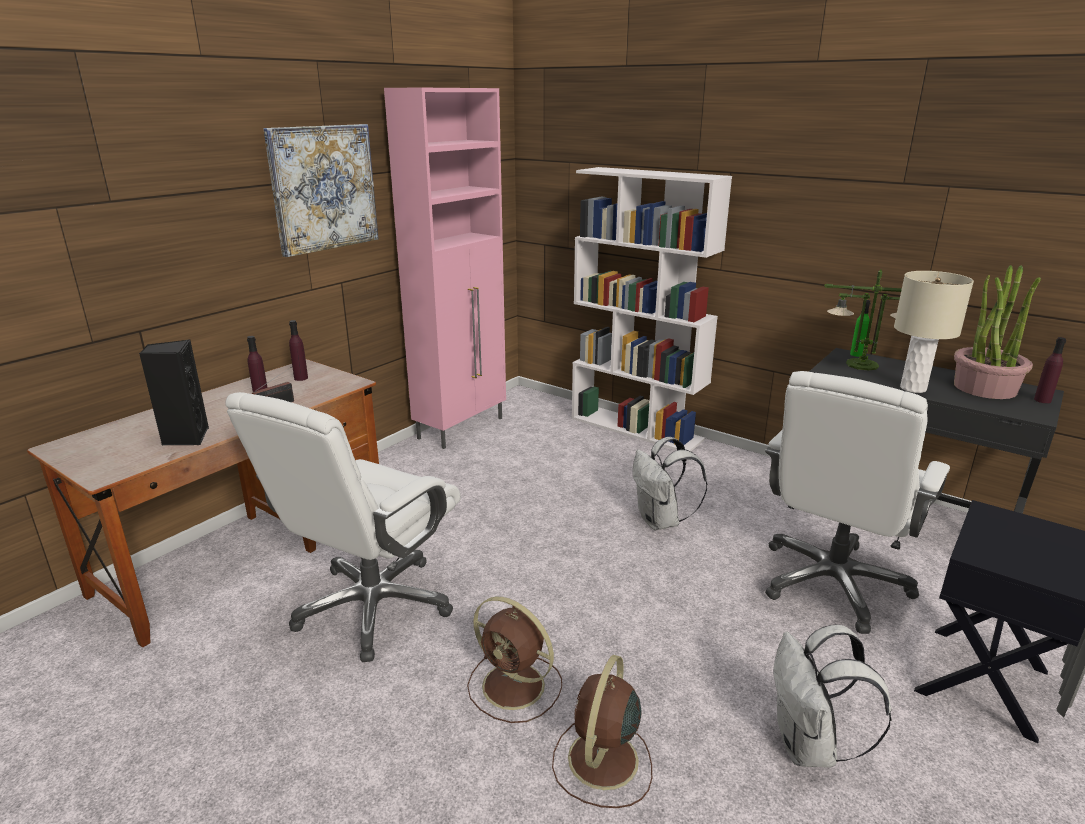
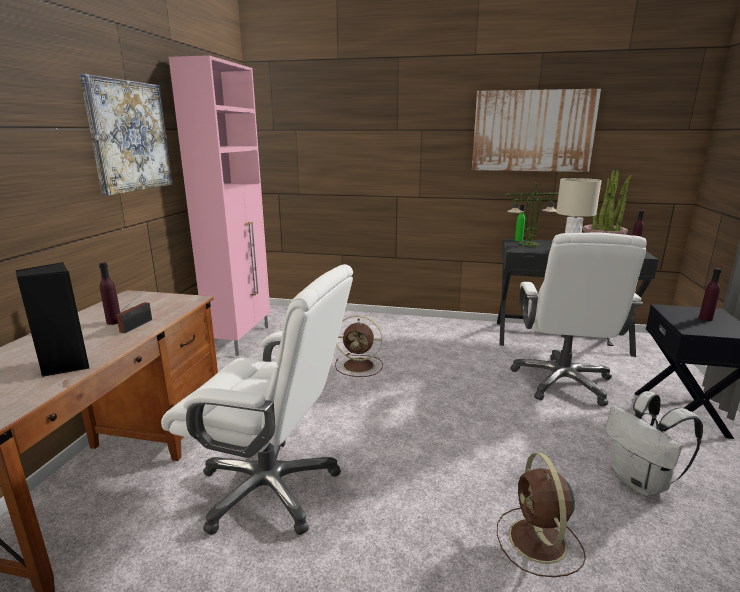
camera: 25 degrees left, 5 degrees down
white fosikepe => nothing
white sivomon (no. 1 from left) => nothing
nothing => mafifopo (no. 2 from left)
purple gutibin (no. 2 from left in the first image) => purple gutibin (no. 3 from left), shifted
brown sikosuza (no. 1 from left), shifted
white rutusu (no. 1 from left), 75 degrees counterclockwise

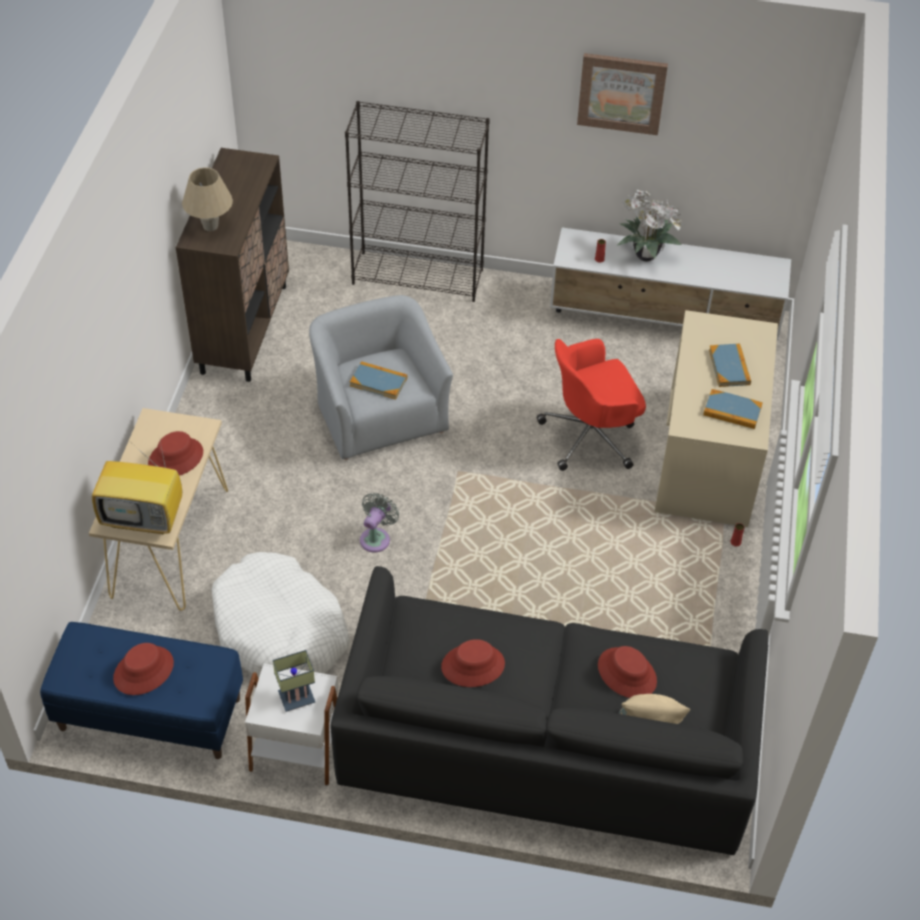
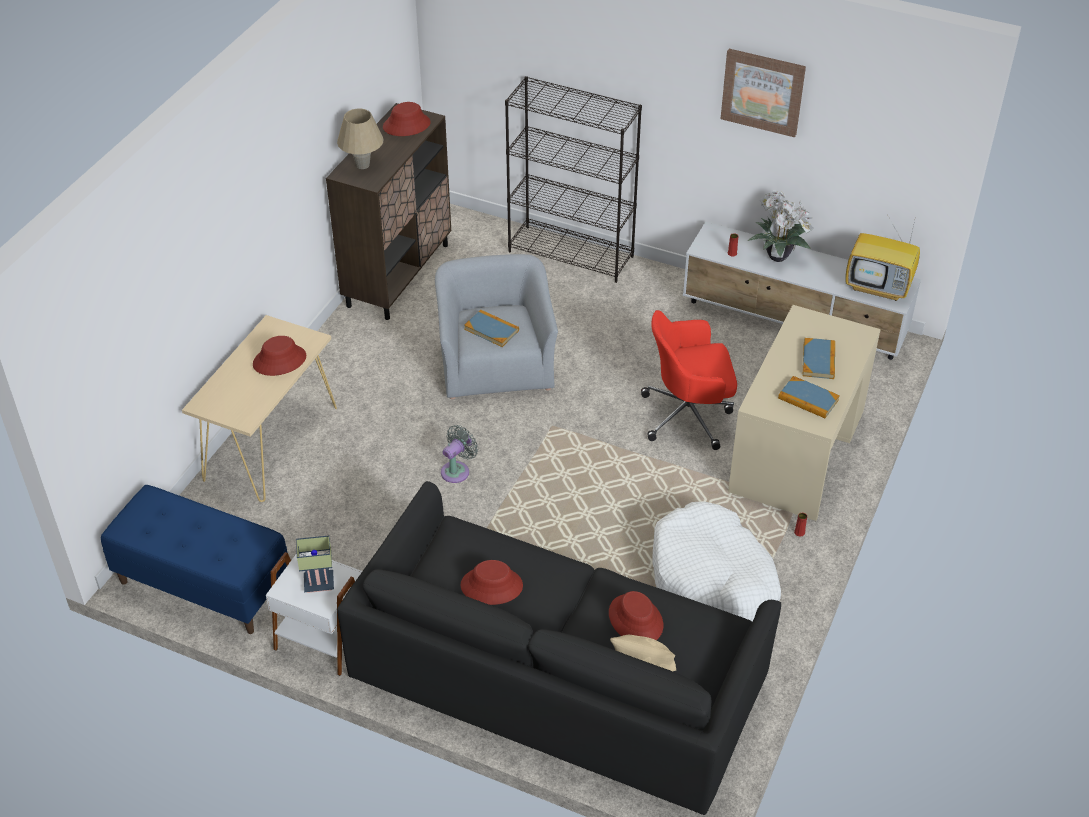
camera: 15 degrees right, 5 degrees down
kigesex, shifted
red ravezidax (no. 1 from left in the first image) => red ravezidax (no. 2 from left), shifted
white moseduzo, shifted

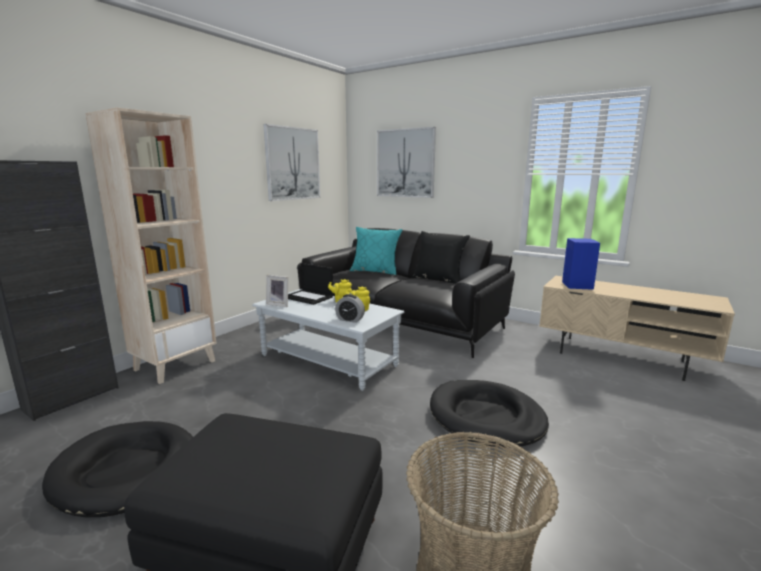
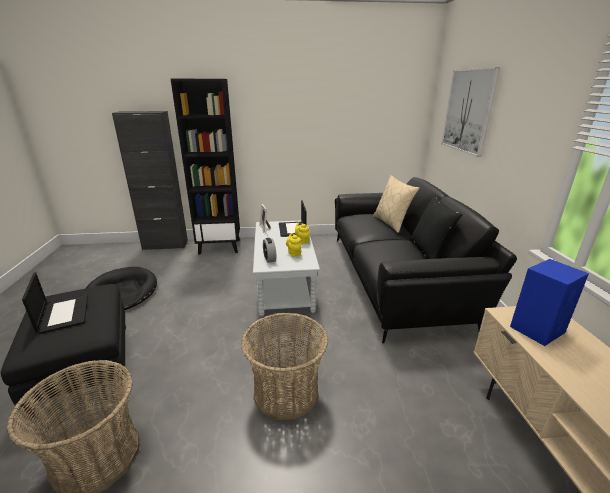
camera: 50 degrees right, 10 degrees up
mafifopo (no. 1 from left) => nothing
nothing => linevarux (no. 1 from left)
black moseduzo (no. 2 from left) => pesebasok (no. 2 from left)
beige fosikepe => black fosikepe
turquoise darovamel => beige darovamel

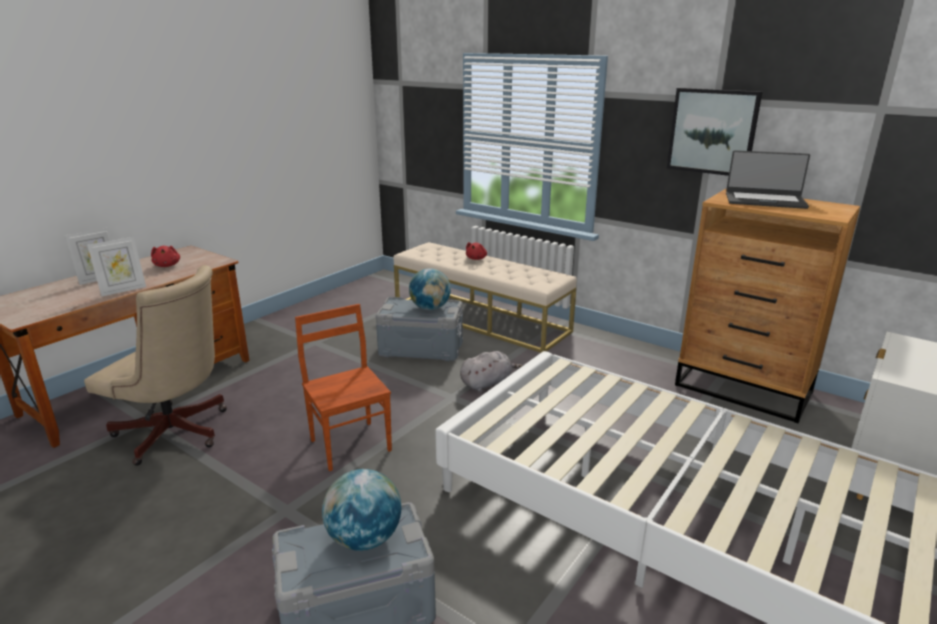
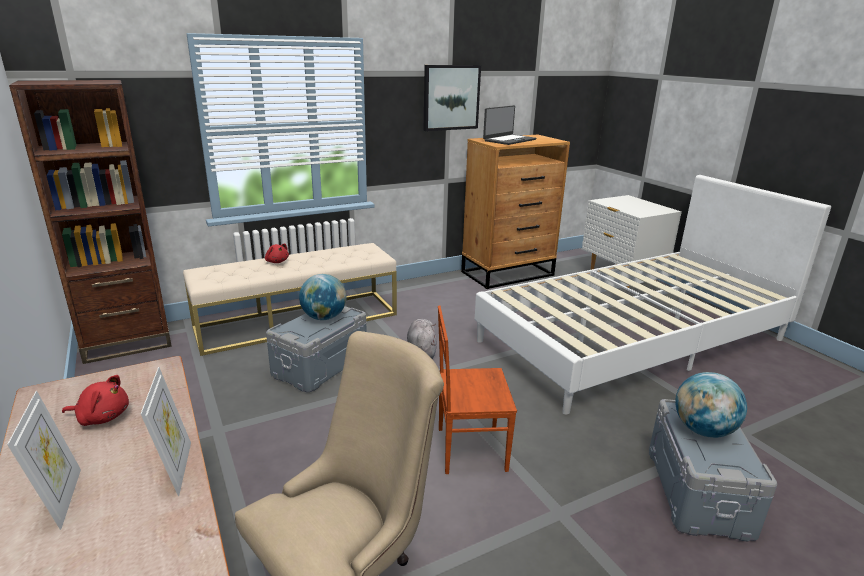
camera: 65 degrees left, 0 degrees up
nothing => brown fosikepe

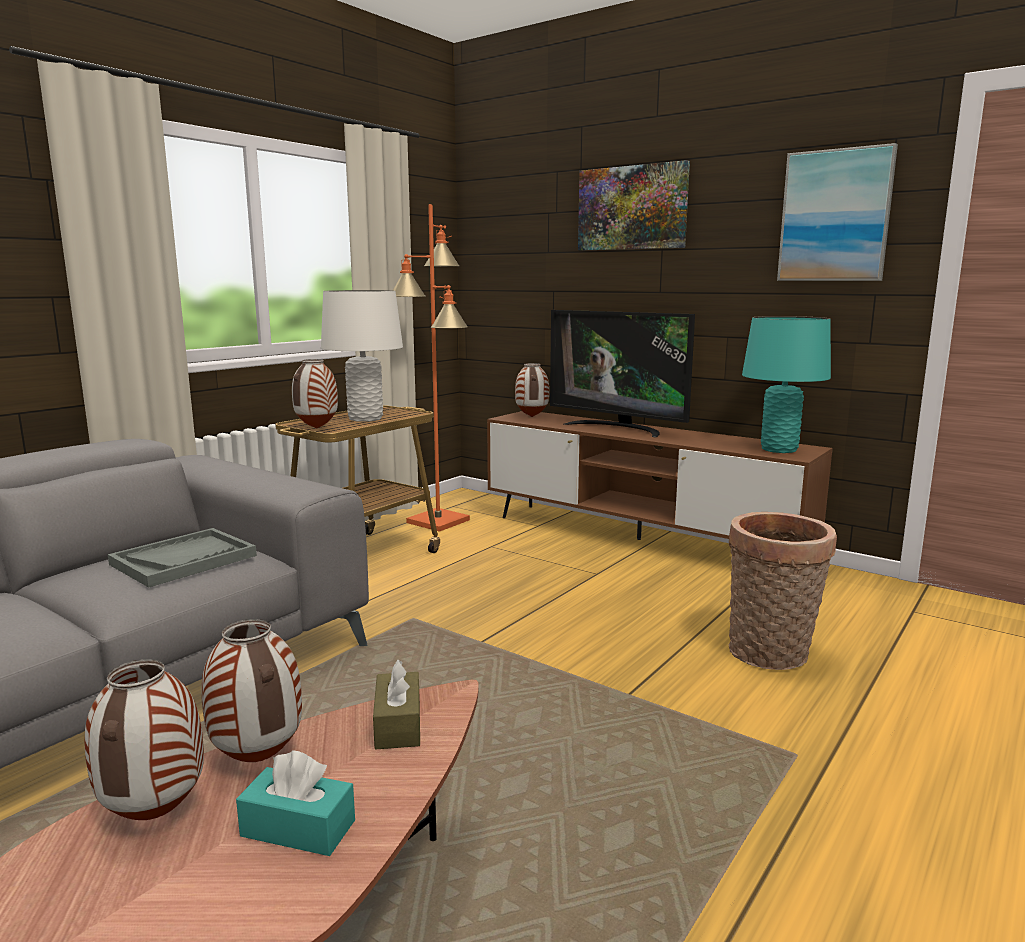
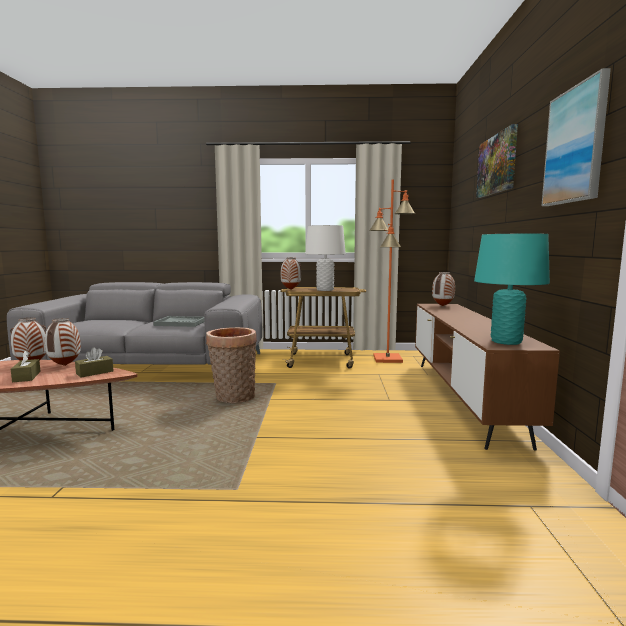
camera: 55 degrees right, 5 degrees down
kigesex => nothing
pesebasok, shifted
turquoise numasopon => brown numasopon (no. 1 from left)

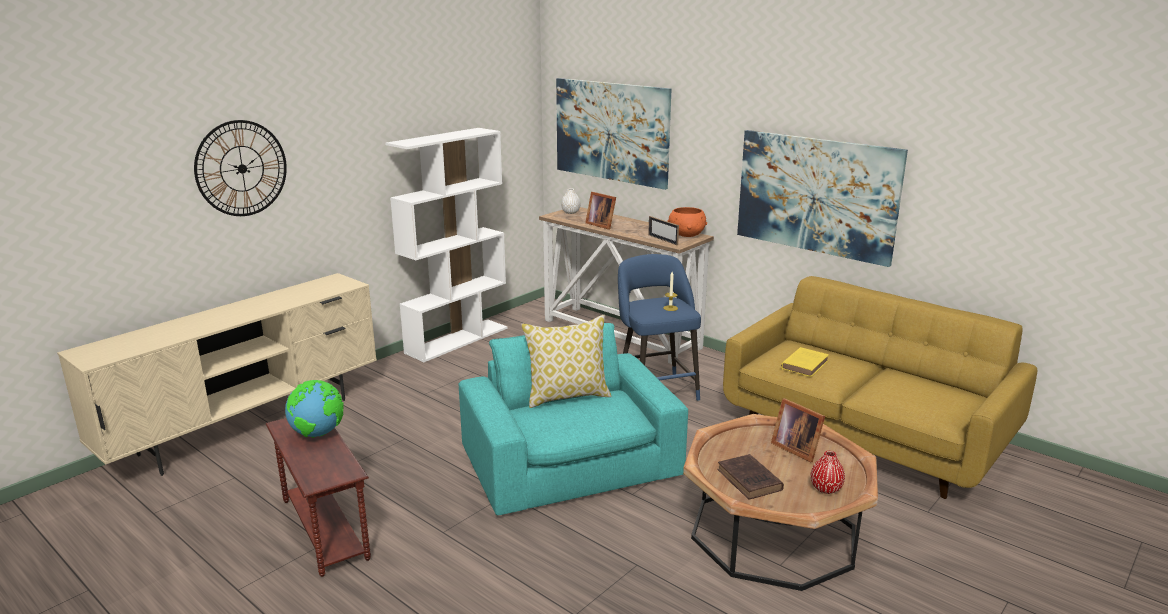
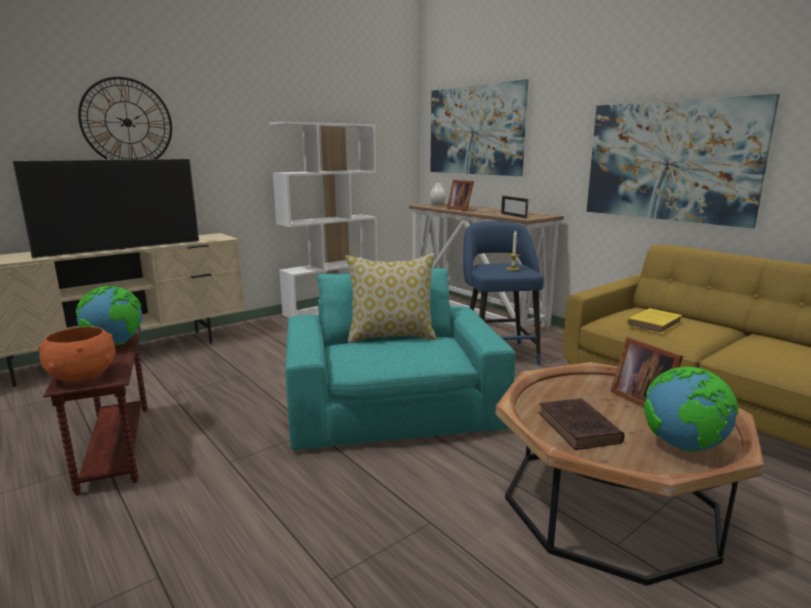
camera: 10 degrees right, 5 degrees down
nothing => kigesex
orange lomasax, shifted
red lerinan => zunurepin (no. 2 from left)

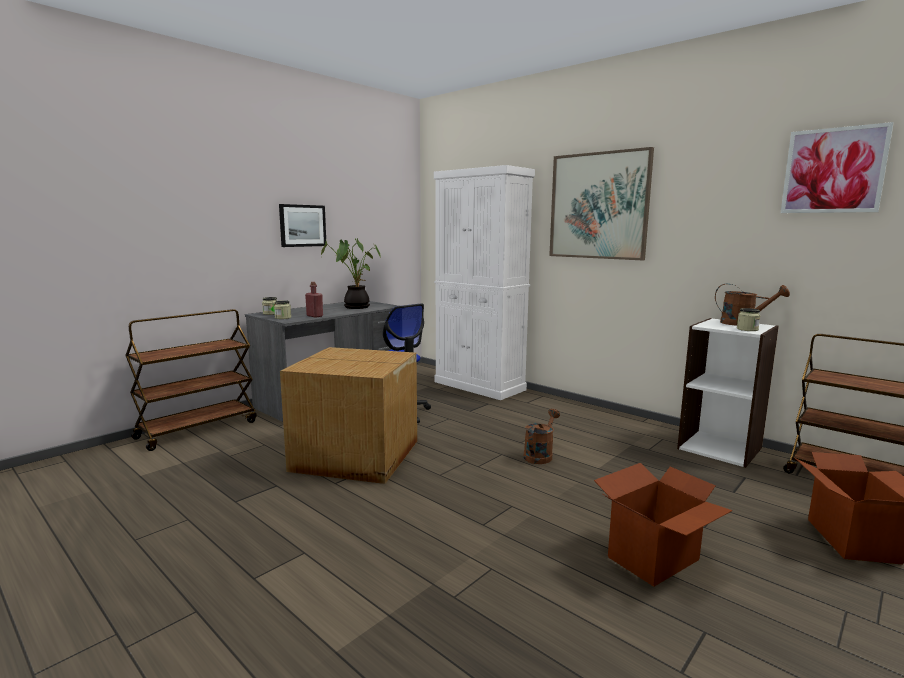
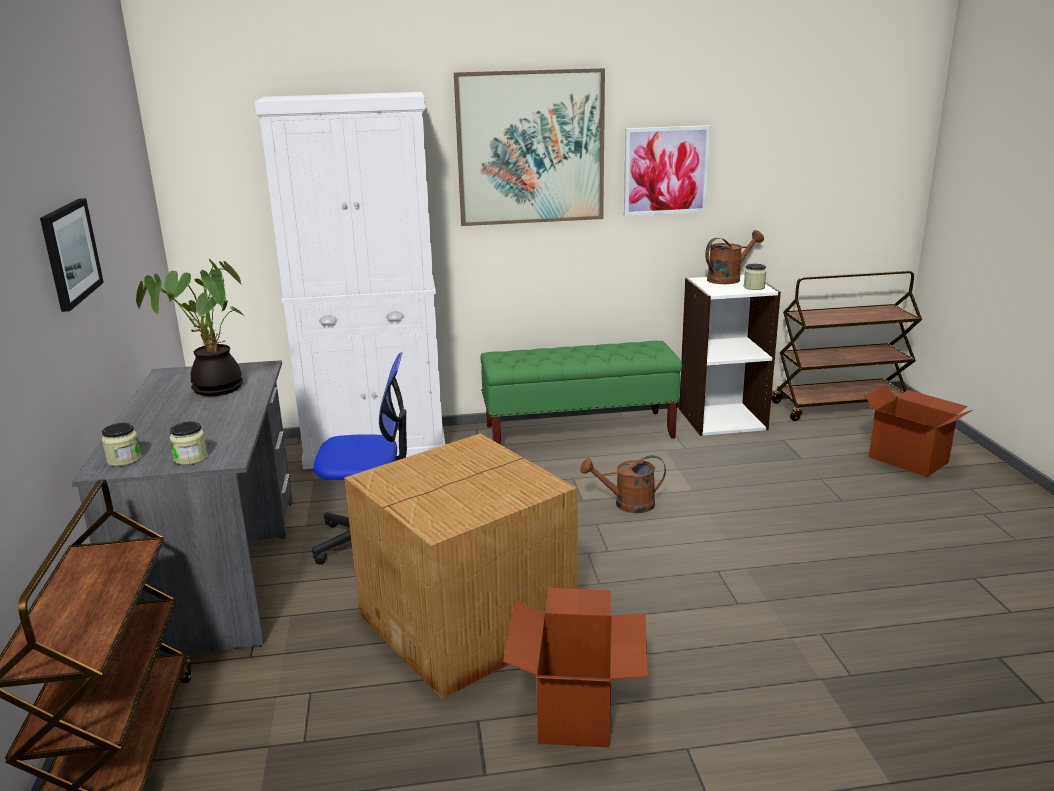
camera: 50 degrees left, 10 degrees up
red gutibin => nothing
nothing => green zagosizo
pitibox (no. 2 from left), shifted
mafifopo (no. 3 from left), shifted
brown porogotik (no. 1 from left), 75 degrees counterclockwise

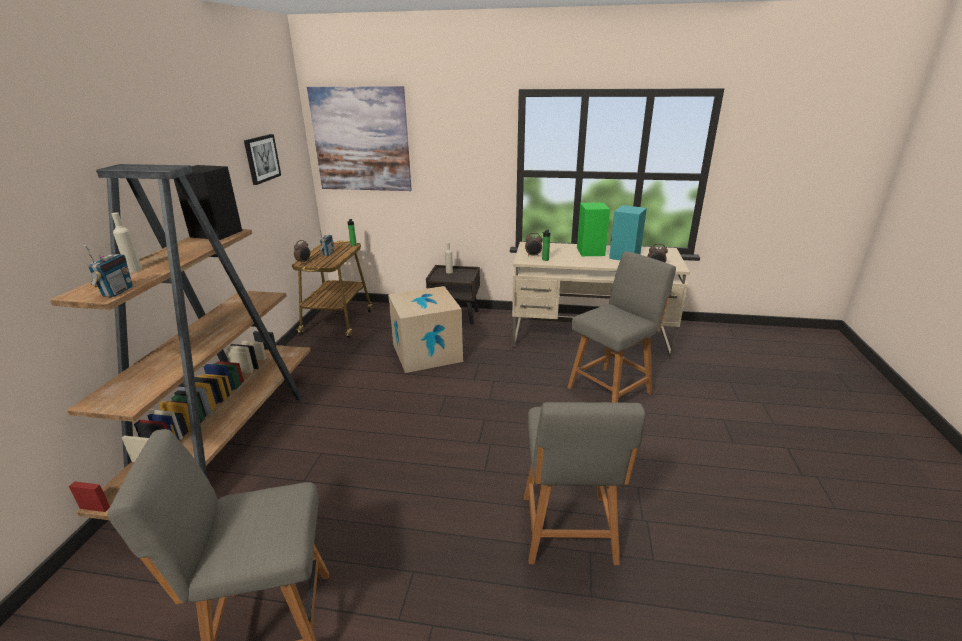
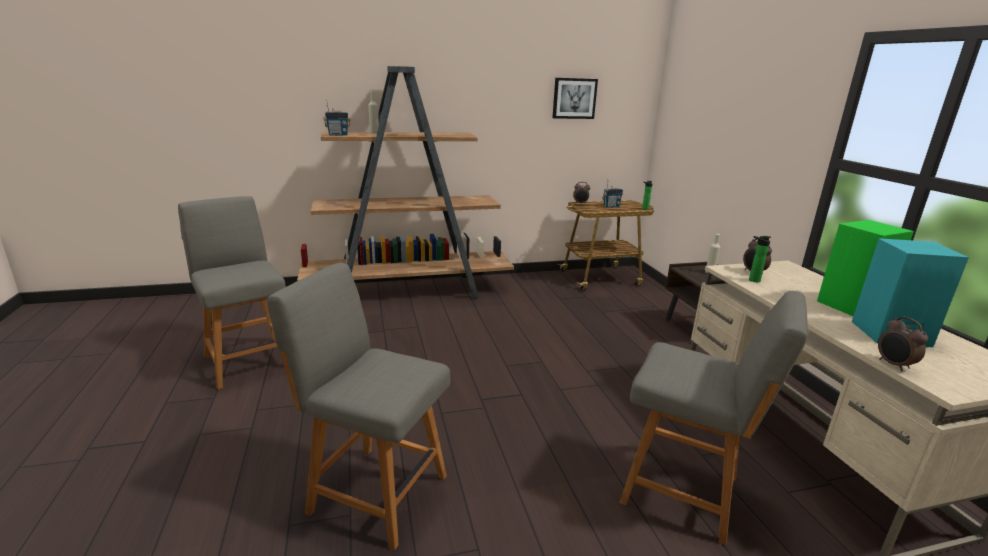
camera: 65 degrees right, 5 degrees down
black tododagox => nothing
mafifopo (no. 2 from left) => nothing
pitibox => nothing
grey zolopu (no. 2 from left), 45 degrees clockwise

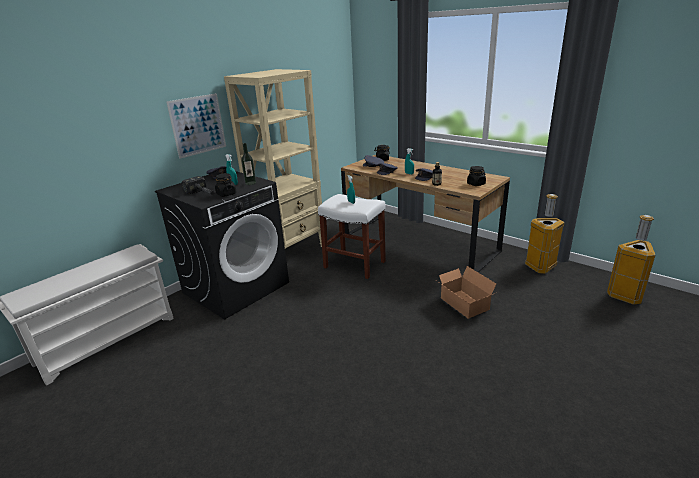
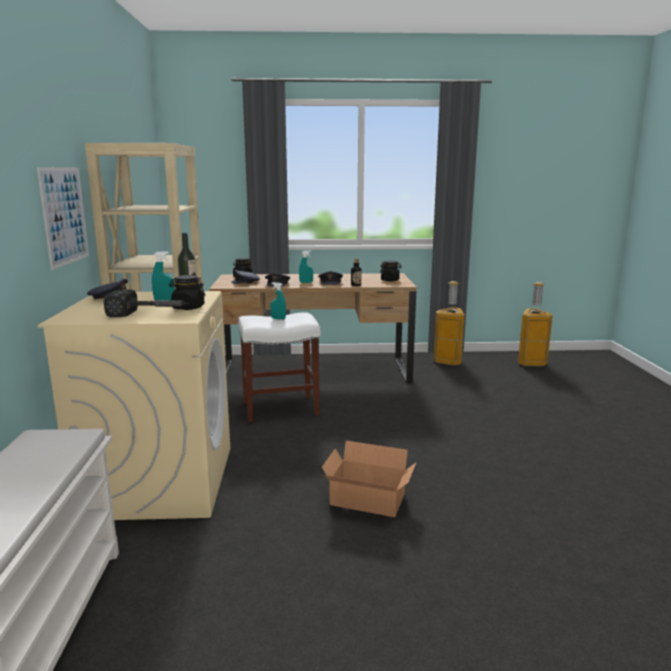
camera: 45 degrees left, 10 degrees down
pitibox, shifted
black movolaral => beige movolaral

